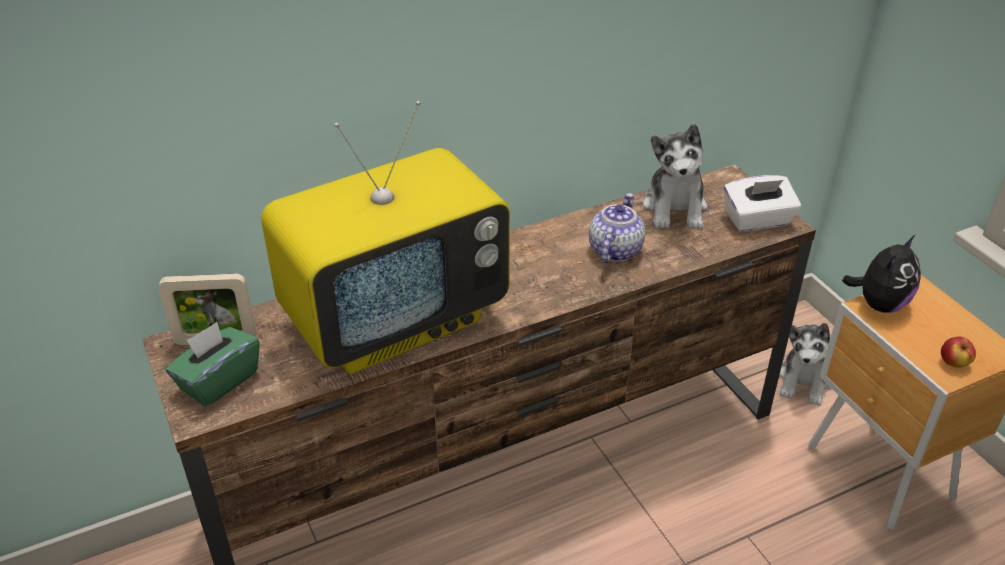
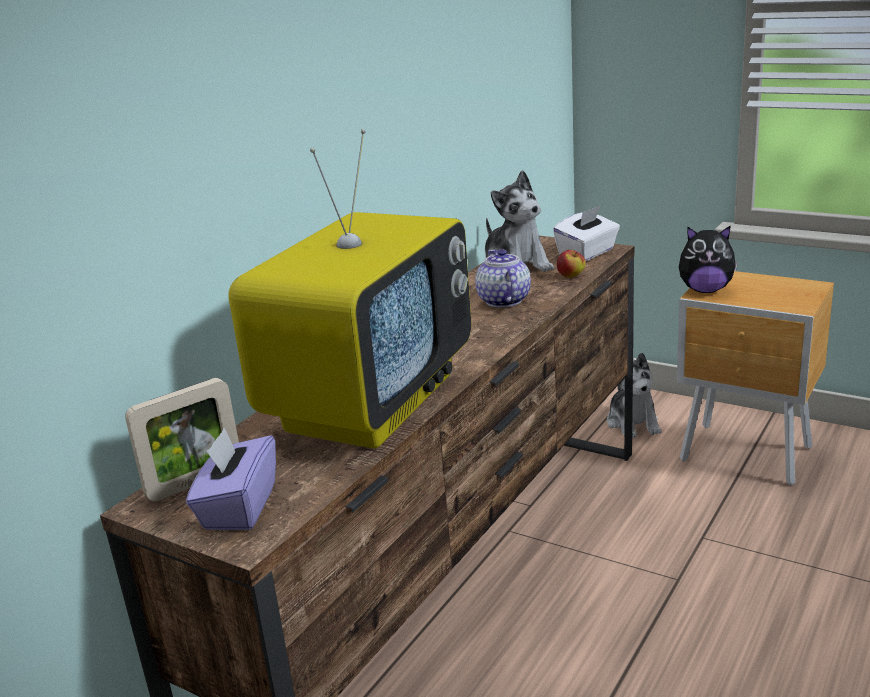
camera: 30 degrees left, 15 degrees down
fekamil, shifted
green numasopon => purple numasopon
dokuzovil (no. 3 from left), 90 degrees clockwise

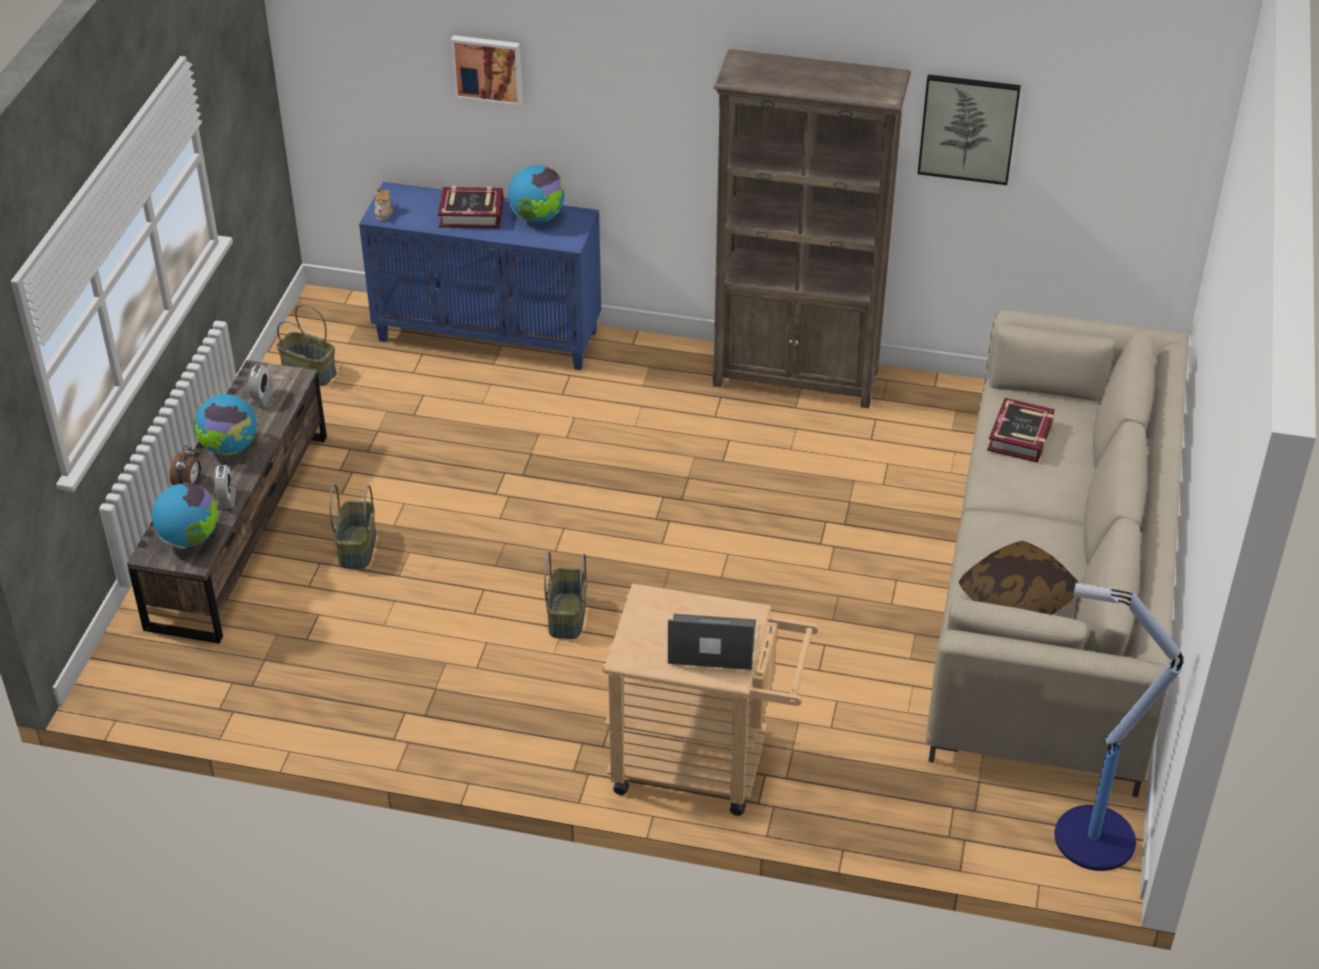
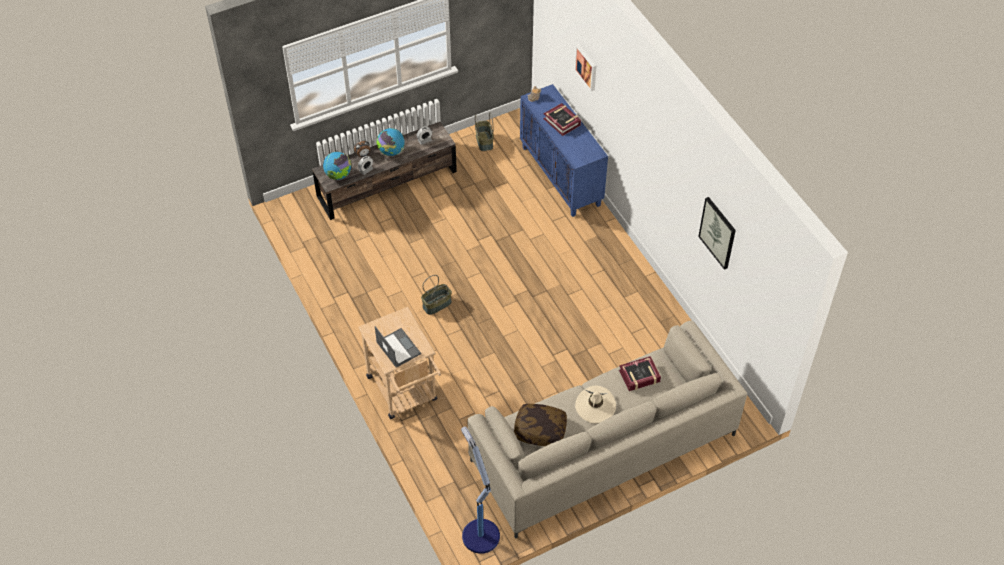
camera: 50 degrees right, 10 degrees up
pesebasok (no. 2 from left) => nothing
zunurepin (no. 3 from left) => nothing
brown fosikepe => nothing
nothing => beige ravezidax

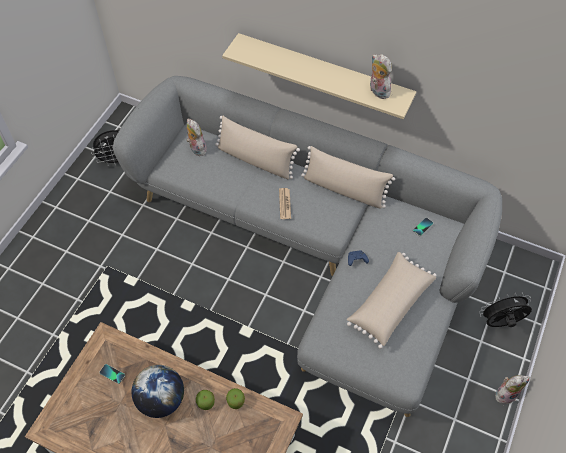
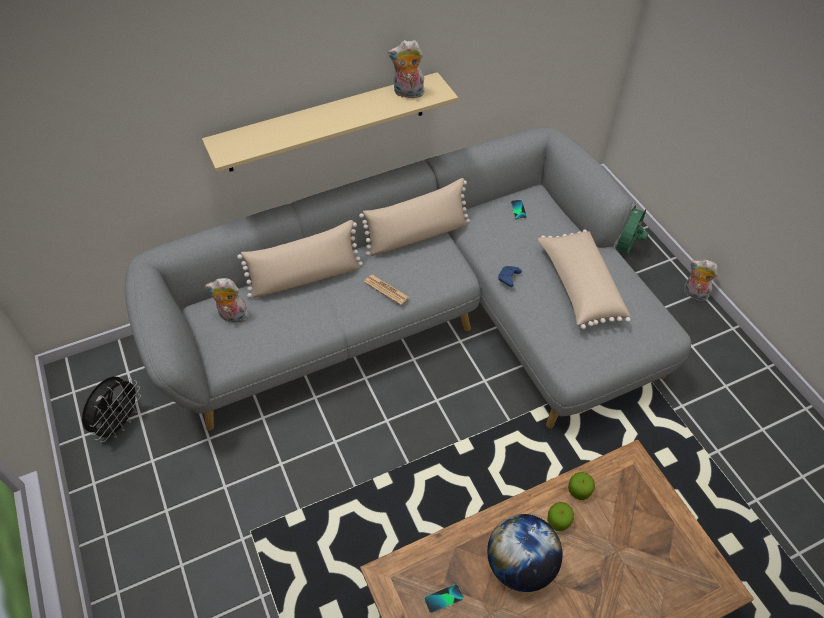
camera: 50 degrees left, 5 degrees down
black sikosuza (no. 2 from left) => green sikosuza
dokuzovil (no. 3 from left), 75 degrees counterclockwise

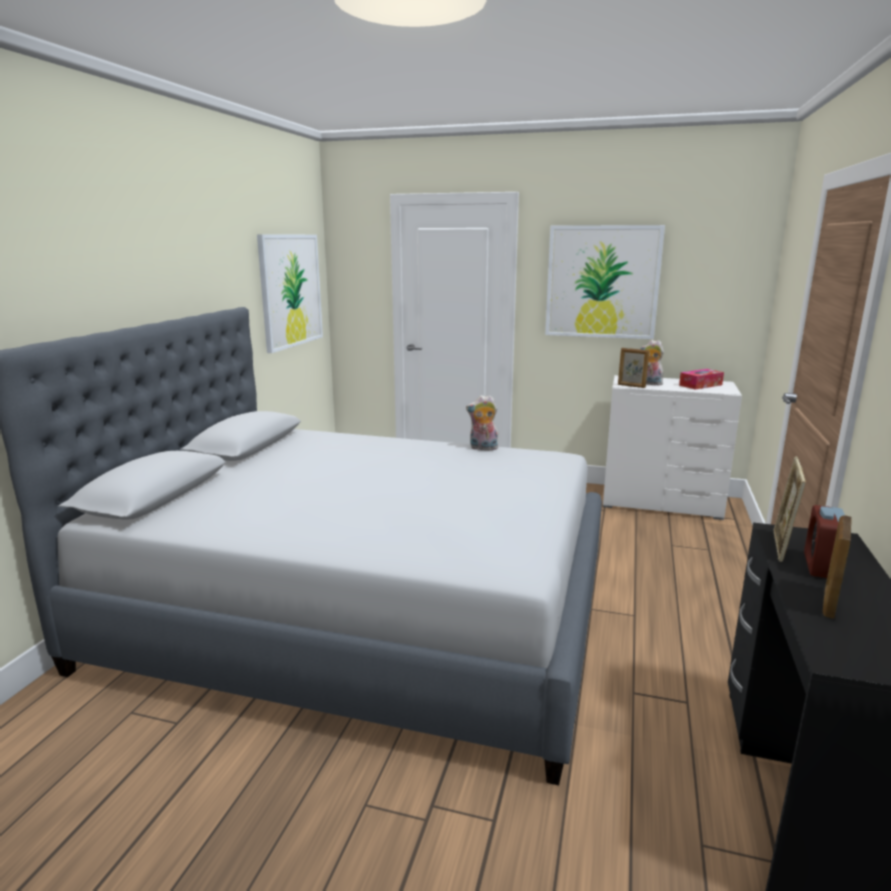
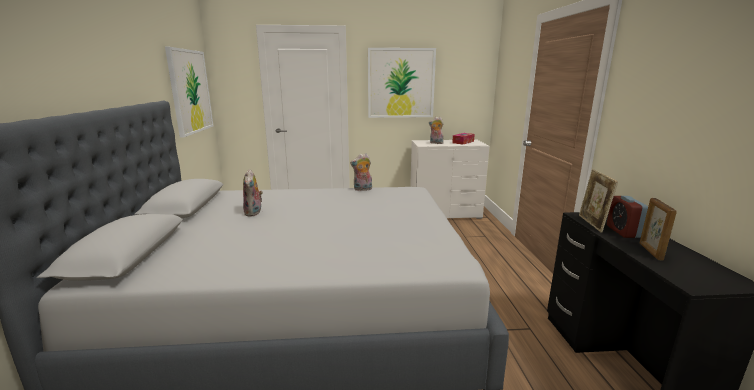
camera: 20 degrees left, 0 degrees up
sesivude (no. 1 from left) => nothing
nothing => dokuzovil (no. 1 from left)

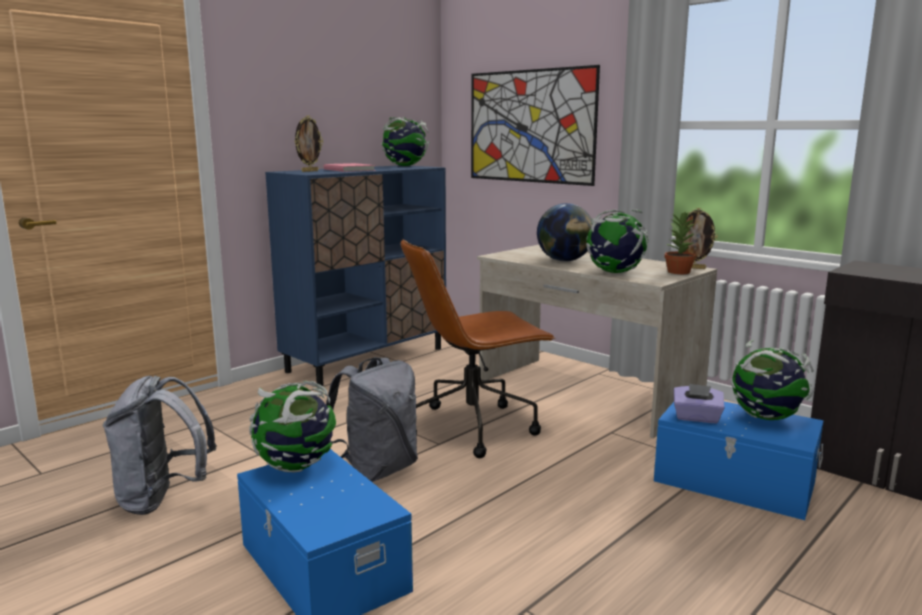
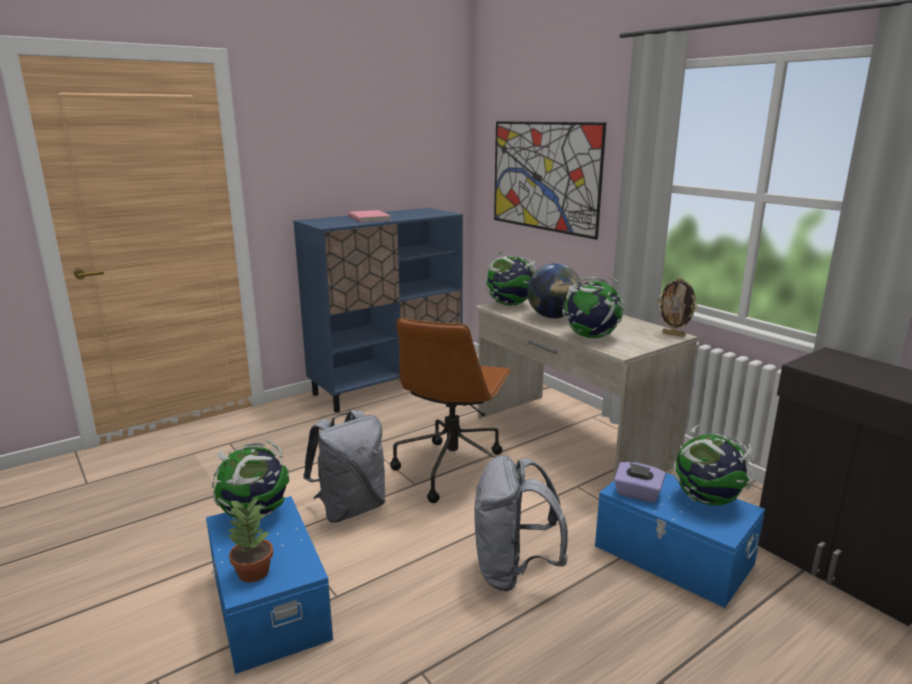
camera: 10 degrees right, 5 degrees up
sesivude (no. 1 from left) => nothing
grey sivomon (no. 1 from left in the first image) => grey sivomon (no. 2 from left), shifted
zunurepin (no. 2 from left), shifted
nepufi, shifted
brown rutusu, 60 degrees counterclockwise

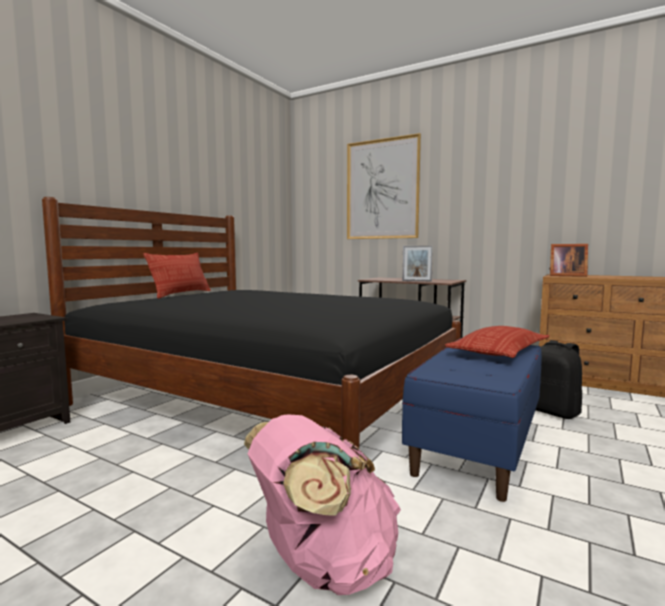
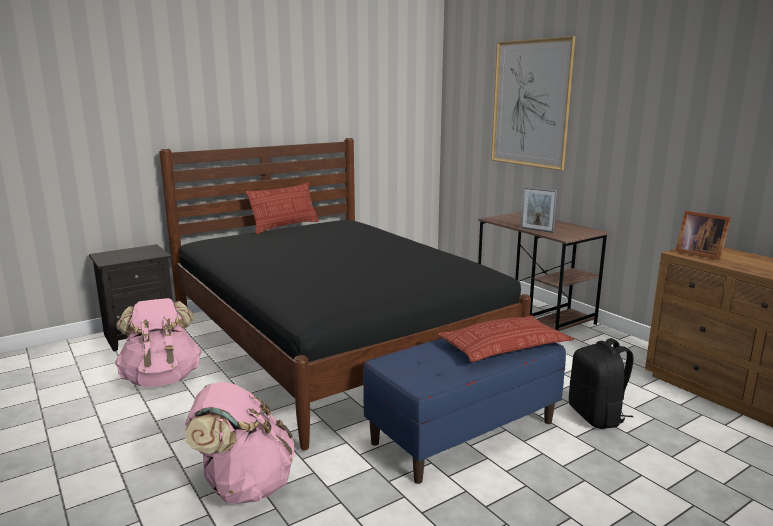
camera: 25 degrees right, 10 degrees up
nothing => pink sivomon (no. 1 from left)

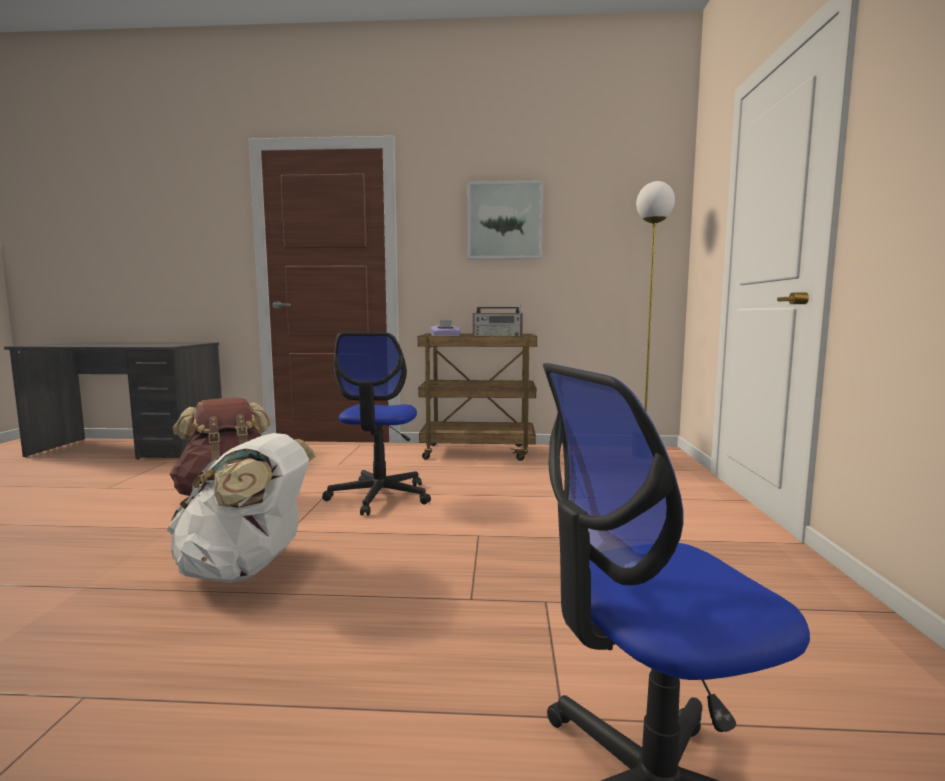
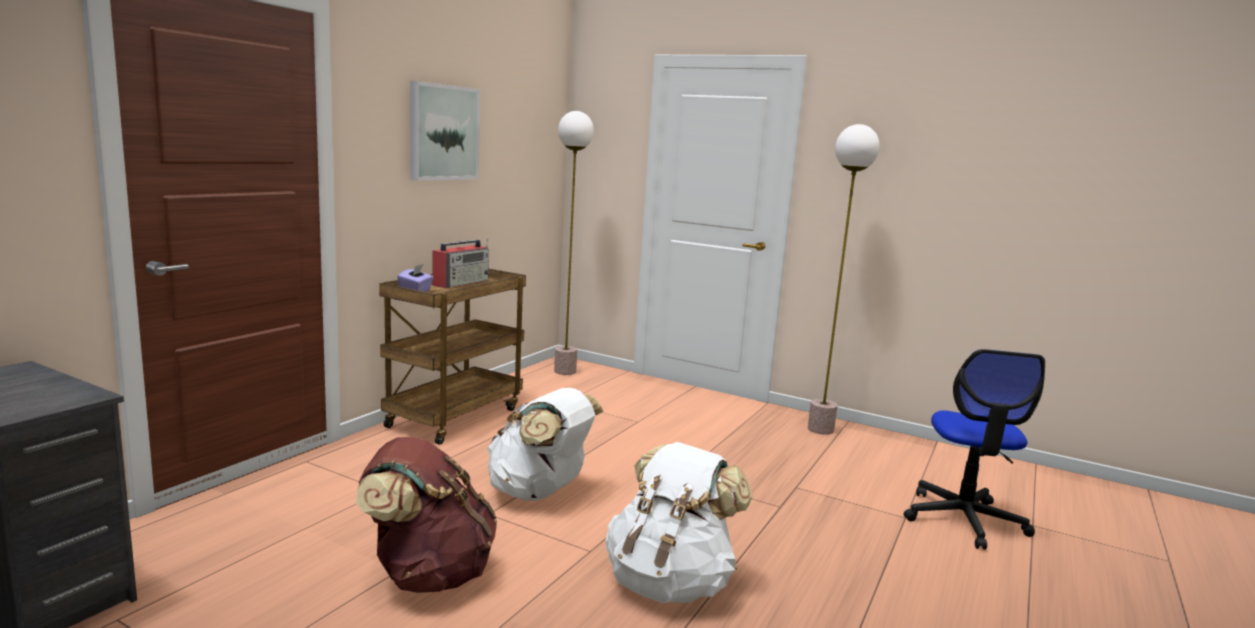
camera: 65 degrees left, 5 degrees up
nothing => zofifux (no. 2 from left)
rutusu (no. 1 from left) => white sivomon (no. 1 from left)

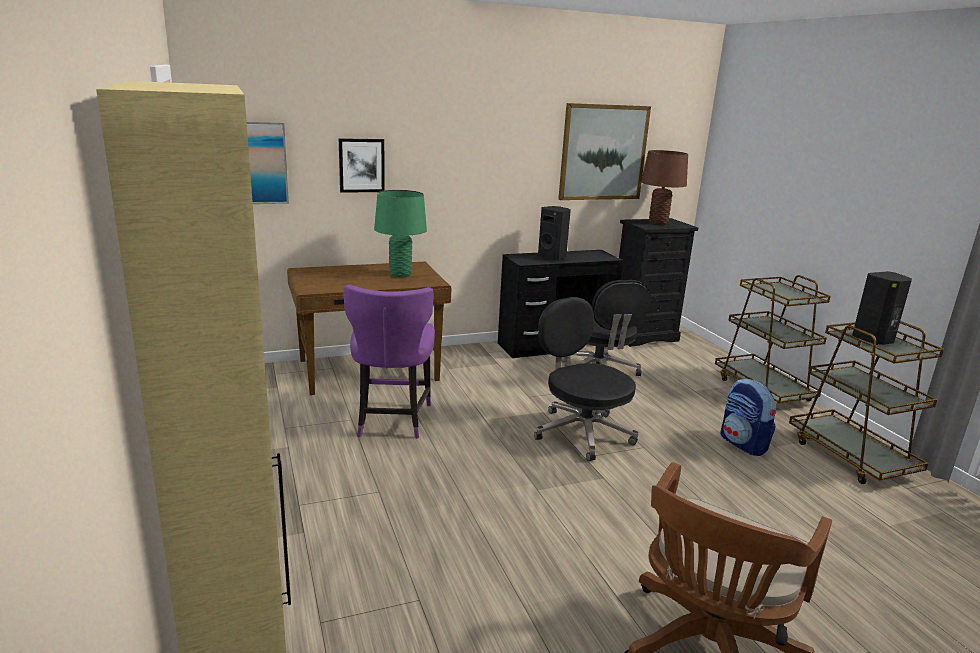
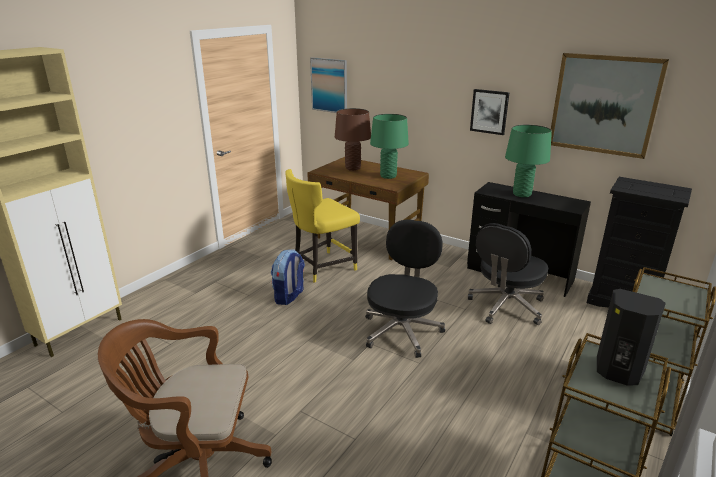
camera: 55 degrees right, 5 degrees up
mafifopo (no. 2 from left), shifted
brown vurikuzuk, shifted
sivomon, shifted
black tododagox (no. 1 from left) => green vurikuzuk (no. 2 from left)
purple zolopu => yellow zolopu

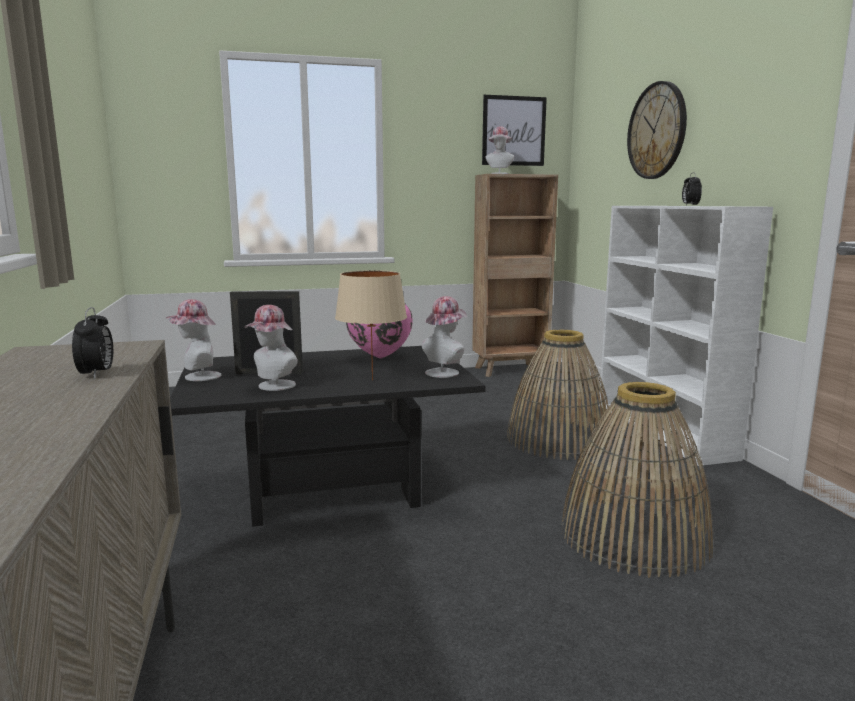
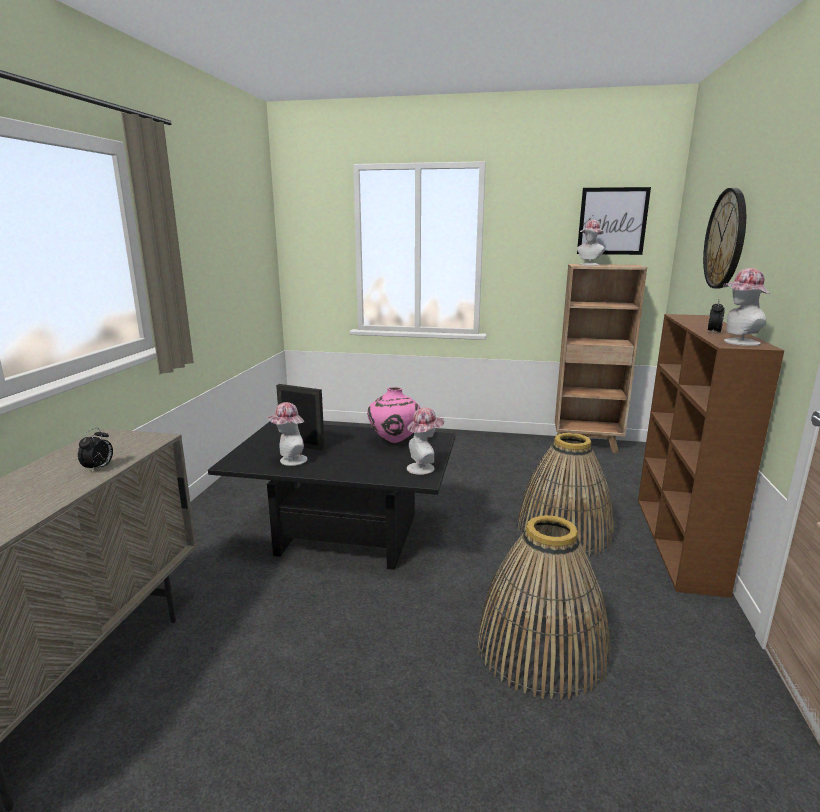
camera: 25 degrees right, 5 degrees up
beige vurikuzuk => nothing
ravezidax (no. 1 from left in the first image) => ravezidax (no. 4 from left), shifted
white fosikepe => brown fosikepe (no. 2 from left)

